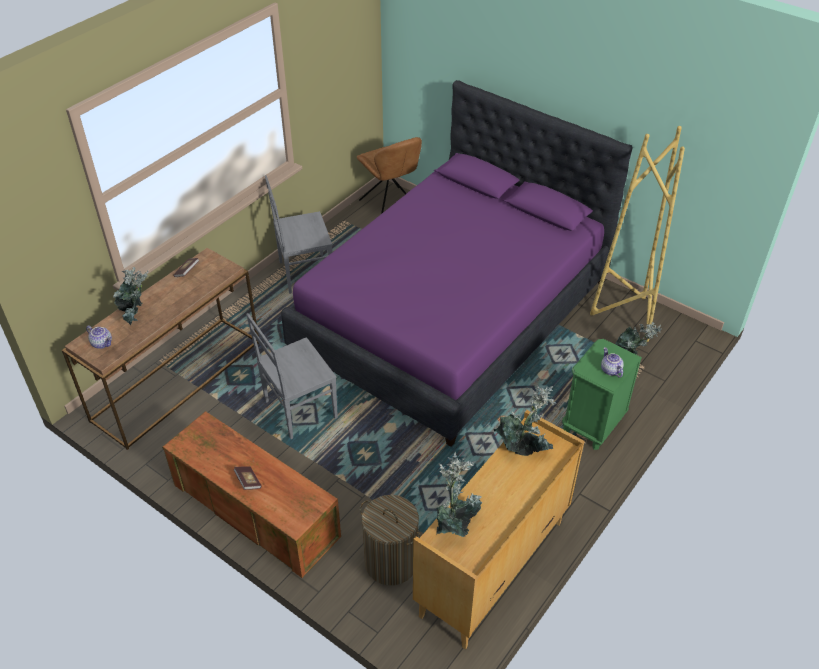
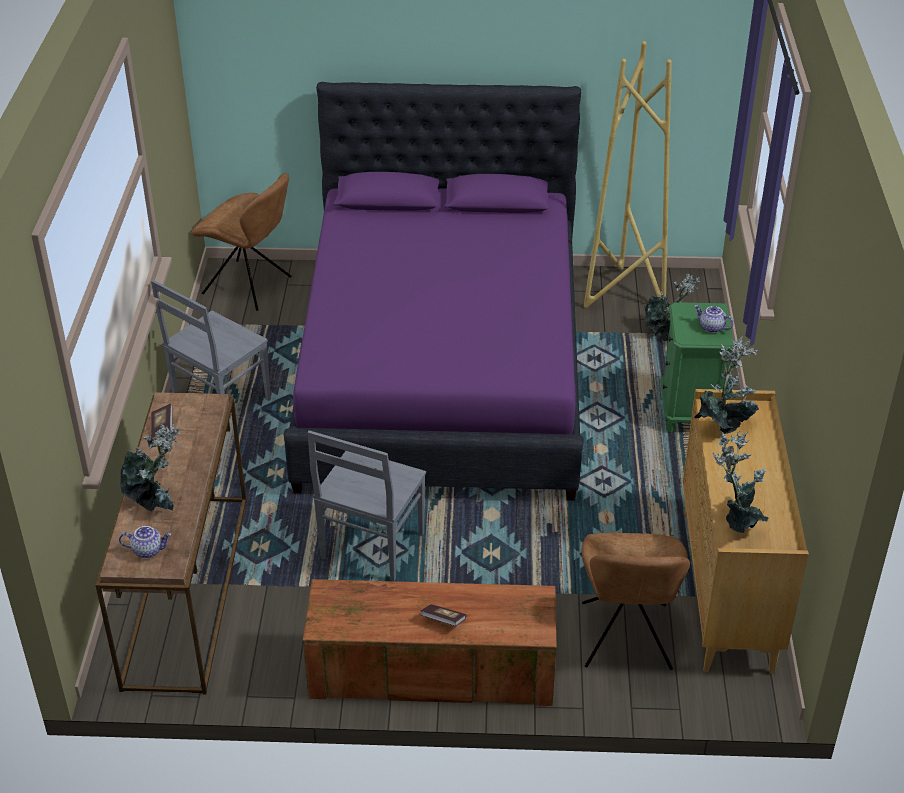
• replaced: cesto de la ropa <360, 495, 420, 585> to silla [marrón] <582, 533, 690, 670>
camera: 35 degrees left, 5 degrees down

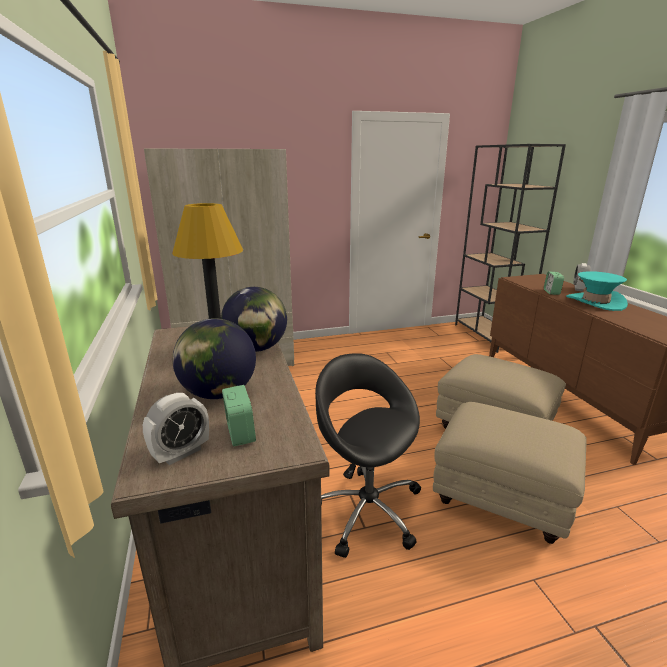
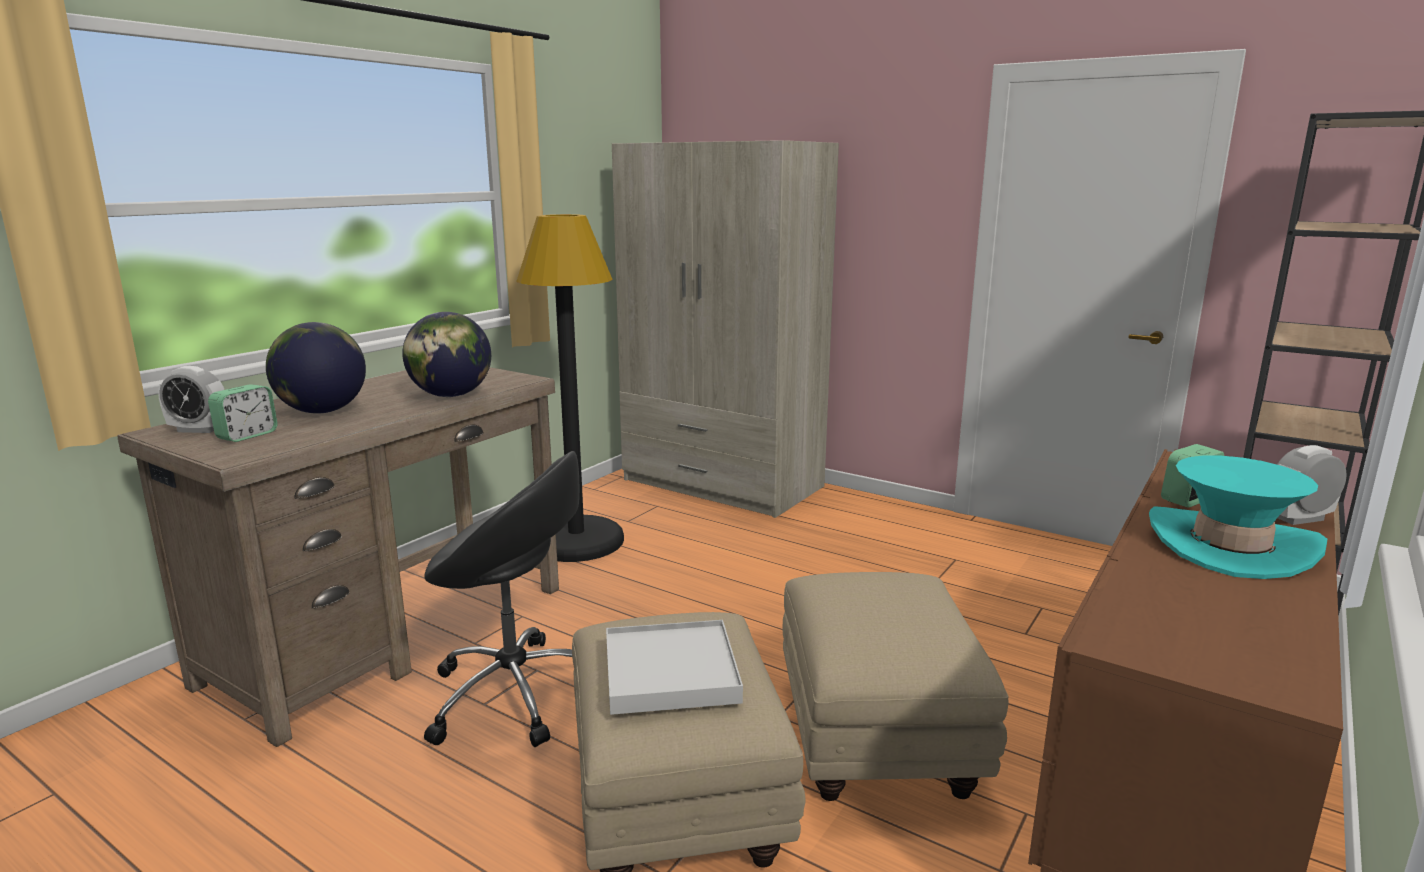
• turned: silla de oficina [negro] <315, 353, 421, 558> = <424, 451, 579, 747> 105 degrees clockwise
• added: bandeja [blanco] <606, 620, 743, 715>
camera: 50 degrees right, 5 degrees down

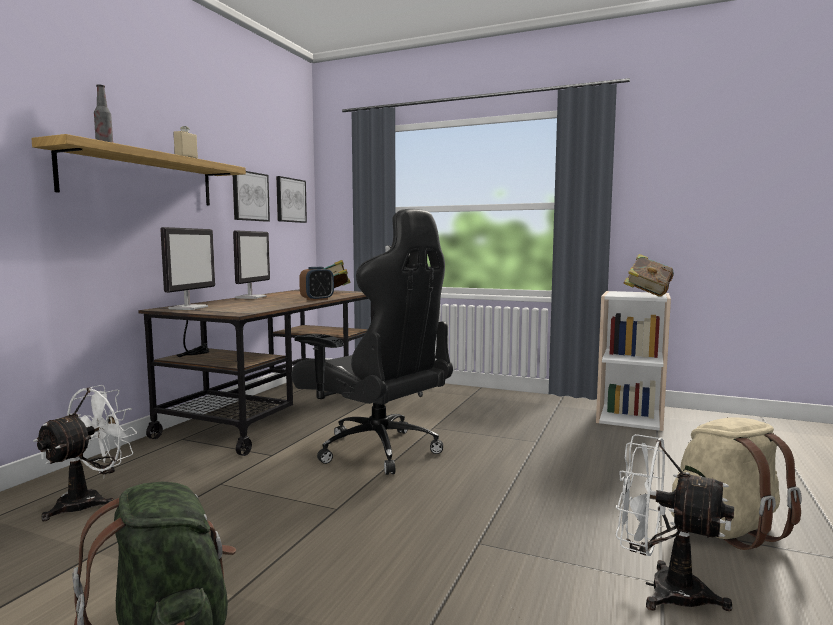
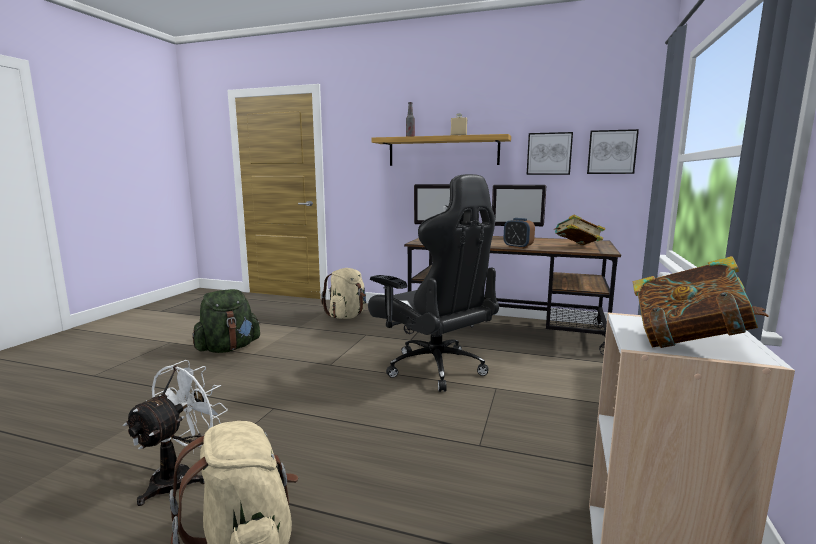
• replaced: ventilador [blanco] <33, 385, 138, 521> to mochila [beis] <321, 268, 366, 319>
• turned: silla de oficina [negro] <292, 209, 453, 475> = <368, 174, 499, 392> 75 degrees counterclockwise
camera: 85 degrees right, 5 degrees up

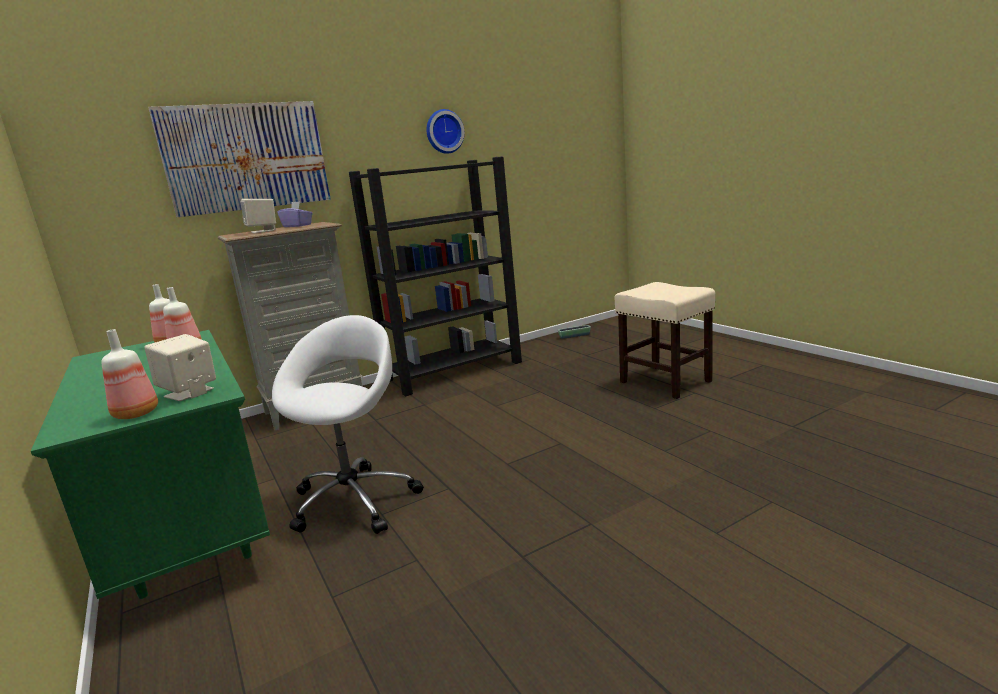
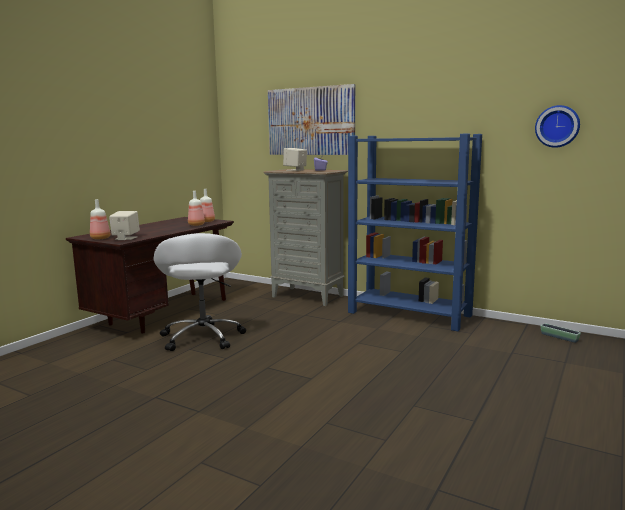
• recoloured: escritorio [verde] <31, 330, 270, 599> to escritorio [marrón] <66, 217, 234, 333>
• turned: silla de oficina [blanco] <272, 315, 424, 534> = <153, 233, 246, 351> 75 degrees clockwise
• recoloured: estantería [negro] <349, 156, 522, 396> to estantería [azul] <348, 134, 482, 331>
• moved: reloj de pared <426, 109, 465, 154> to <535, 105, 580, 148>
• removed: taburete [beis] <615, 282, 715, 399>
camera: 60 degrees right, 5 degrees down

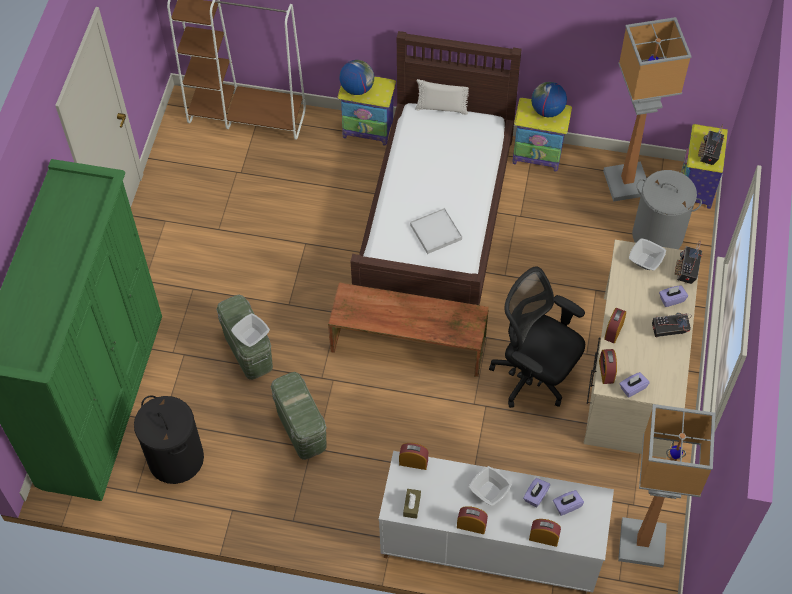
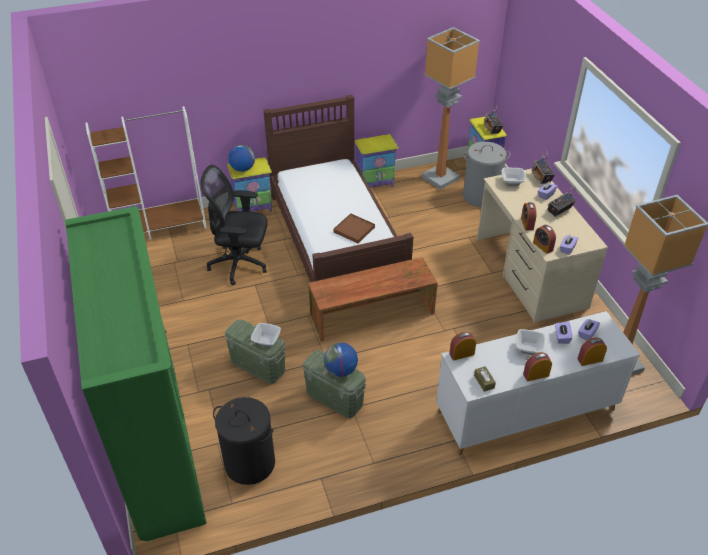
• moved: silla de oficina [negro] <489, 267, 585, 408> to <201, 165, 268, 285>
• moved: globo terráqueo <531, 82, 567, 117> to <324, 343, 358, 377>
• recoloured: bandeja [blanco] <410, 208, 462, 254> to bandeja [marrón] <333, 213, 375, 243>
• removed: cojín [blanco] <415, 79, 469, 115>
camera: 30 degrees left, 15 degrees down

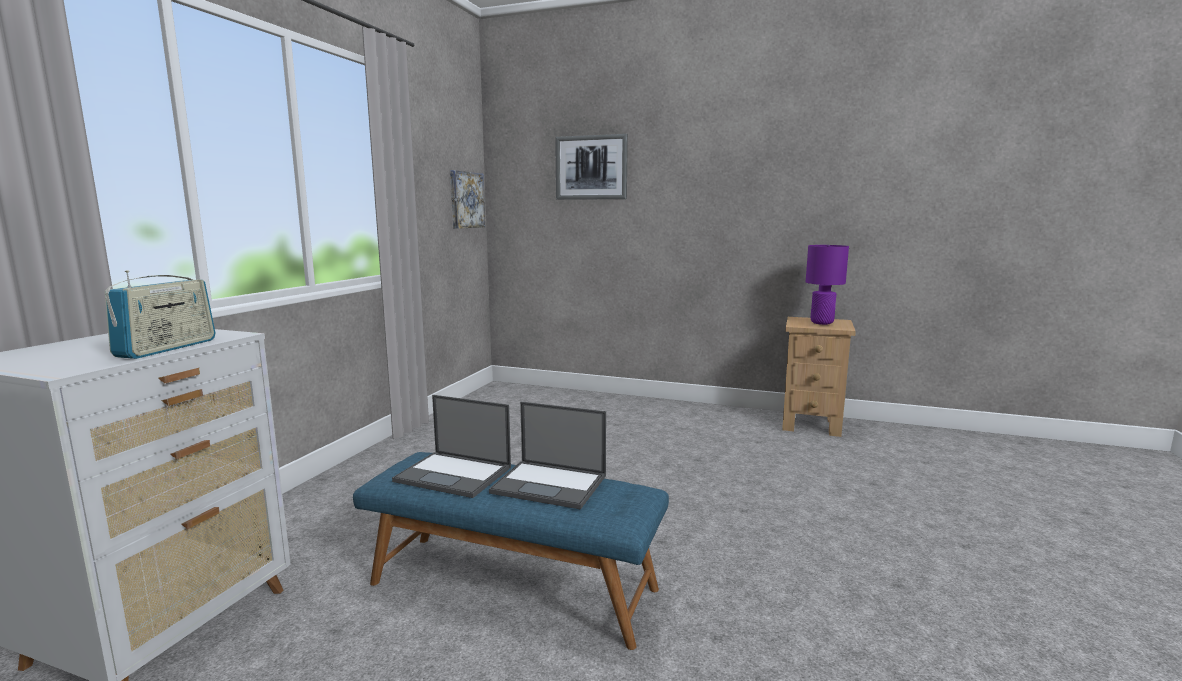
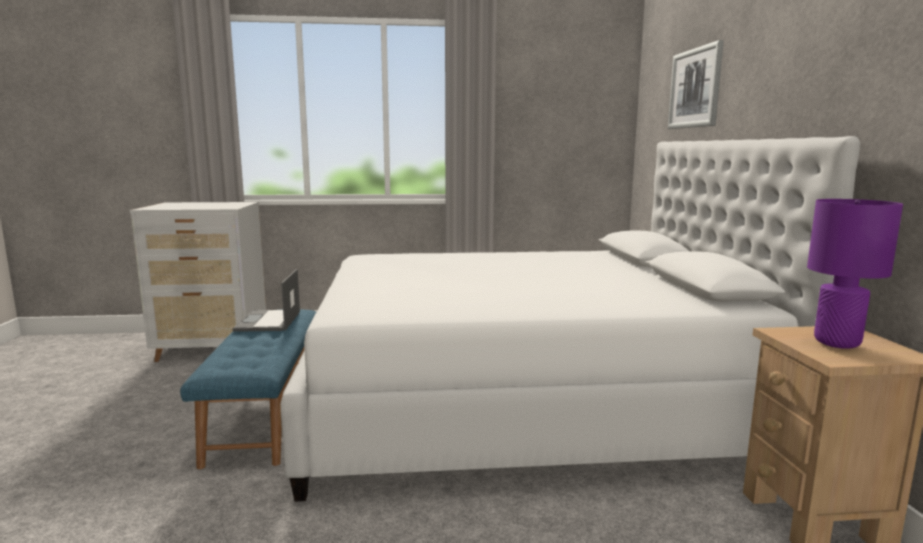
• added: cama [blanco] <280, 136, 860, 502>
• removed: radio <105, 270, 215, 359>
• removed: cuadro <450, 170, 485, 229>
• removed: portátil <489, 402, 606, 510>
camera: 65 degrees right, 0 degrees up

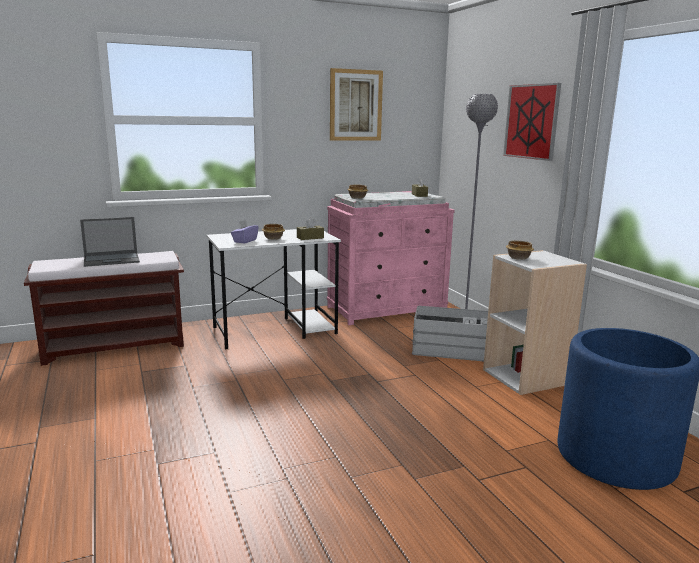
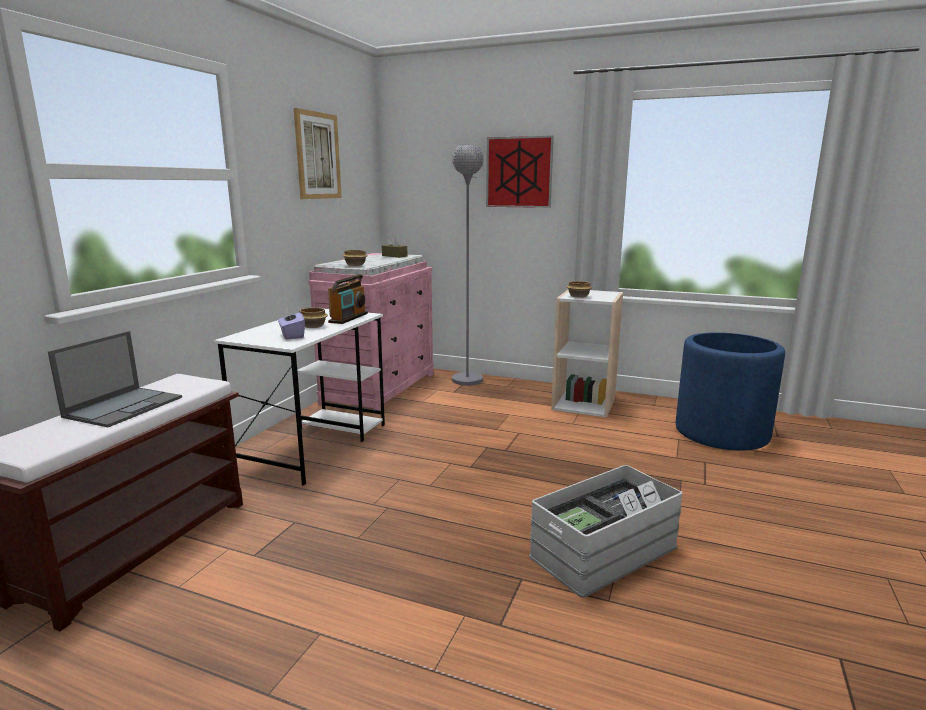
• replaced: caja de pañuelos [marrón] <297, 217, 324, 240> to radio <328, 274, 368, 324>
• moved: caja de almacenaje [gris] <412, 306, 488, 361> to <529, 465, 682, 597>
camera: 45 degrees left, 0 degrees up

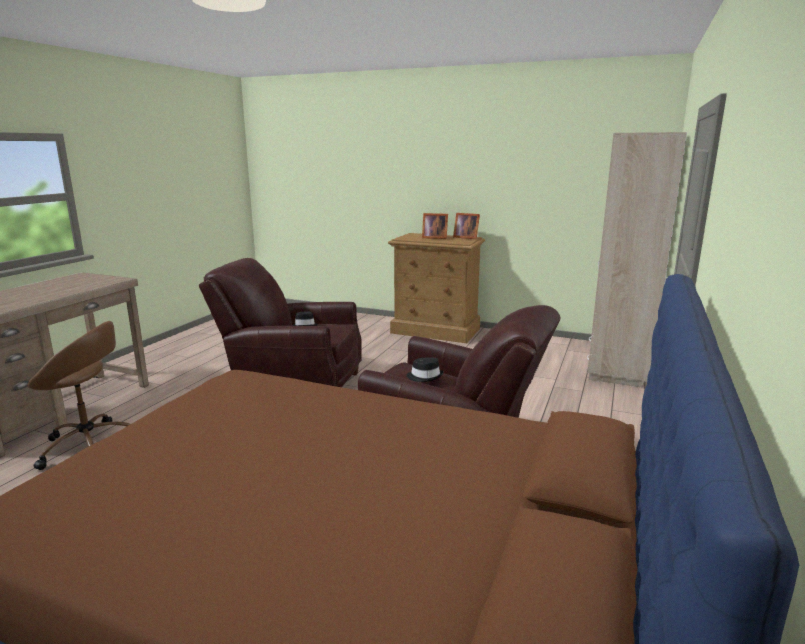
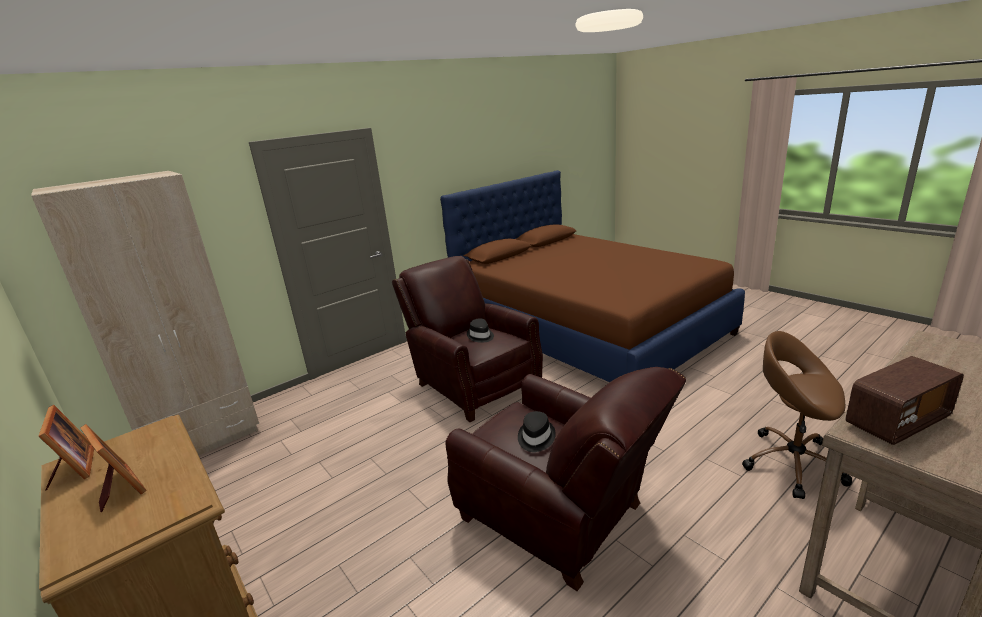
• added: radio <846, 356, 964, 445>
camera: 150 degrees left, 5 degrees up

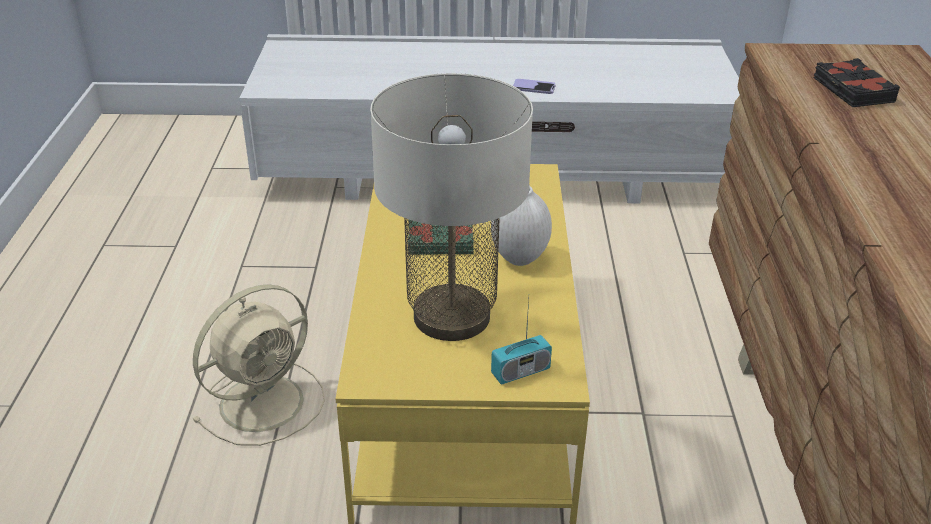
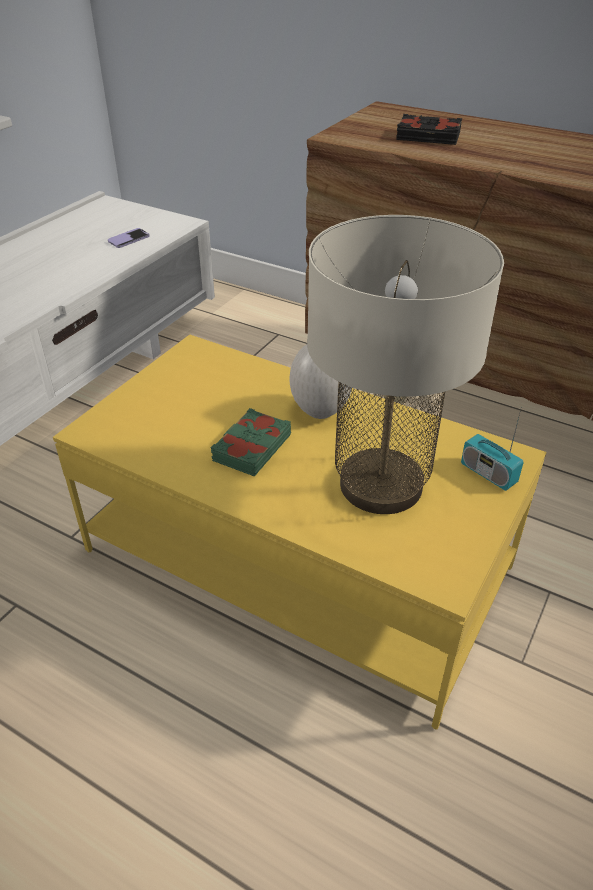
• moved: móvil <513, 79, 556, 94> to <108, 228, 150, 248>
• turned: radio <491, 299, 552, 384> = <461, 410, 524, 491> 135 degrees clockwise
• removed: ventilador [beis] <193, 284, 325, 446>
camera: 60 degrees left, 5 degrees up

